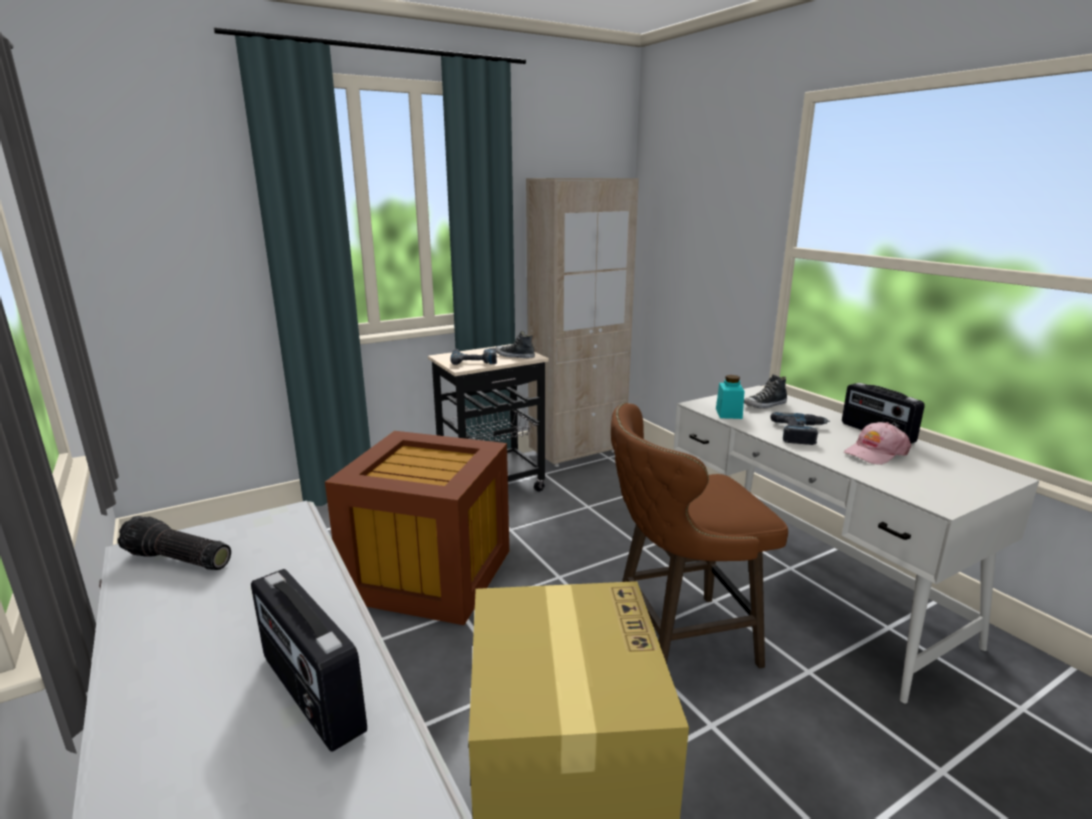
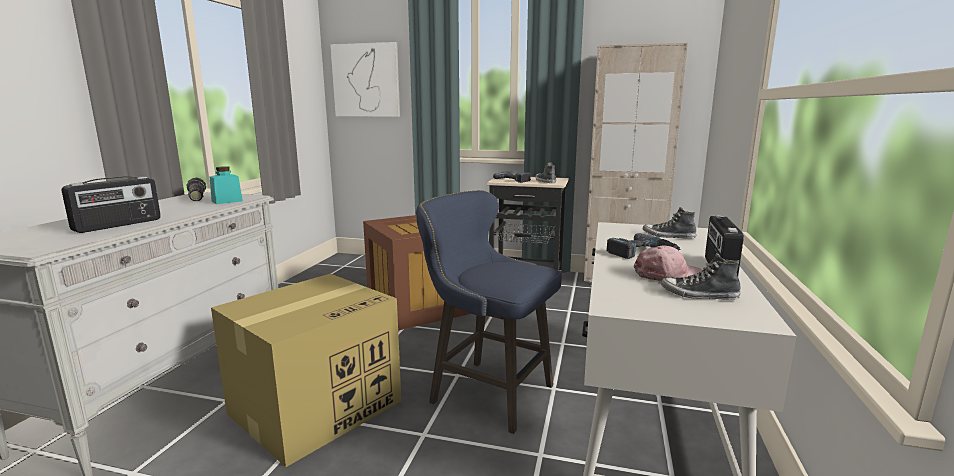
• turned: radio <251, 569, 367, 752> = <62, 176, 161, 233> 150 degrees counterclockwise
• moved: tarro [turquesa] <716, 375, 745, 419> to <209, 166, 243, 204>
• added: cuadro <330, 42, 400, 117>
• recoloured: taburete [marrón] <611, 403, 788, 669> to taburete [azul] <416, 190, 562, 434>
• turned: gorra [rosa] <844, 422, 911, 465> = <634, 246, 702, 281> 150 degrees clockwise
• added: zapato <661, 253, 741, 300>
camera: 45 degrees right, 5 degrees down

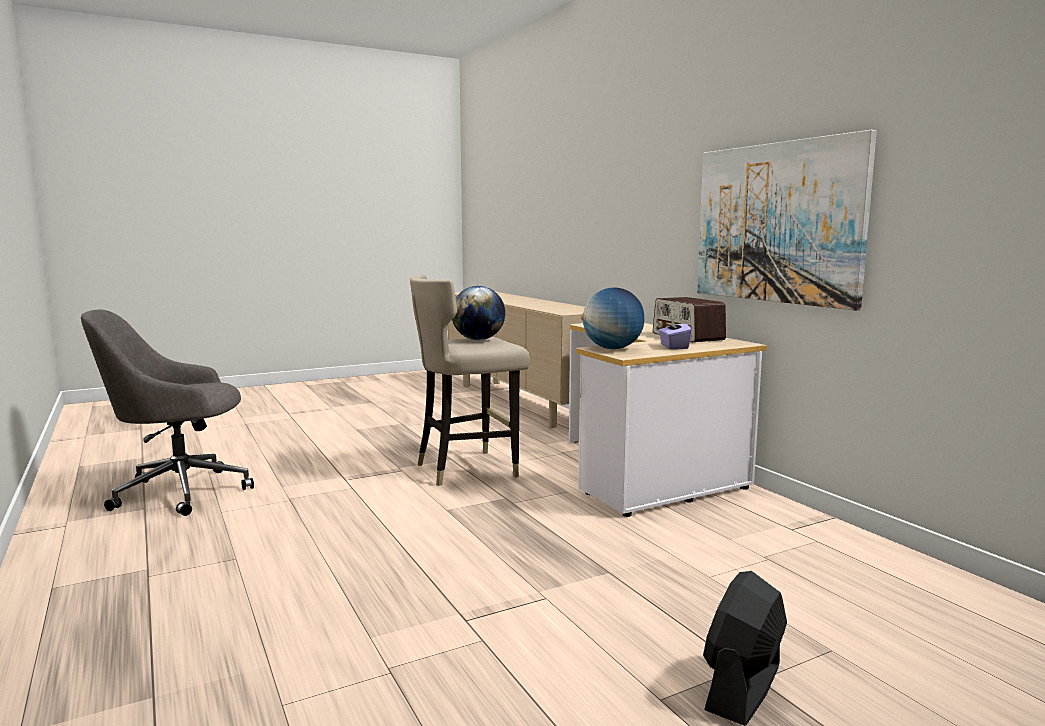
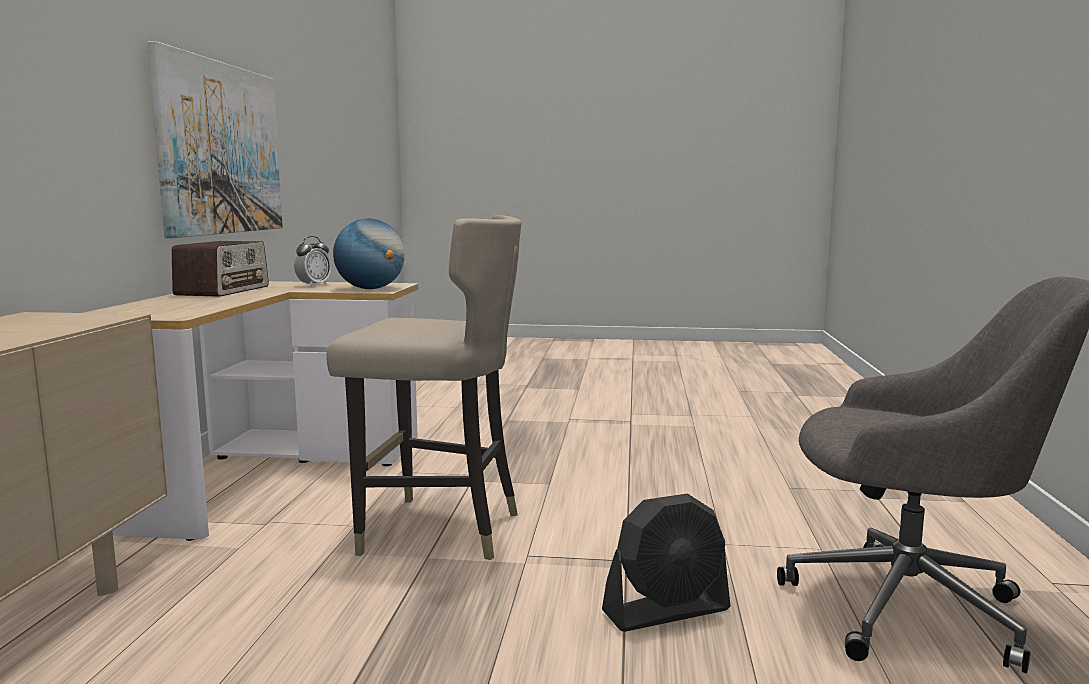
• replaced: caja de pañuelos [morado] <658, 317, 692, 349> to despertador <294, 236, 332, 287>
• moved: ventilador [negro] <703, 571, 787, 726> to <602, 493, 731, 632>
• removed: globo terráqueo <452, 286, 505, 340>
camera: 145 degrees left, 0 degrees up

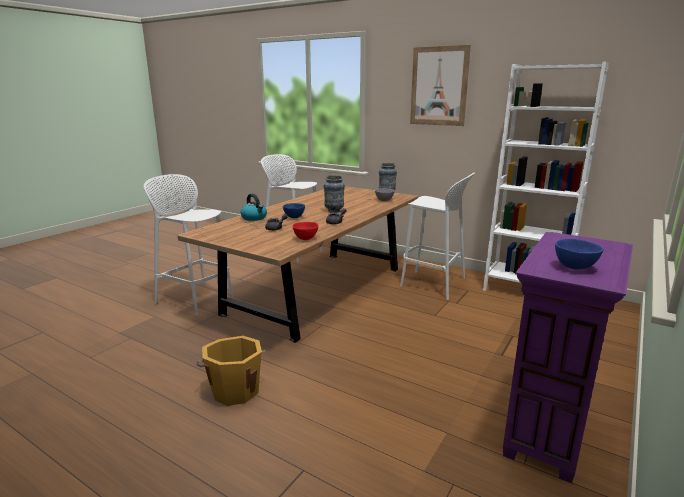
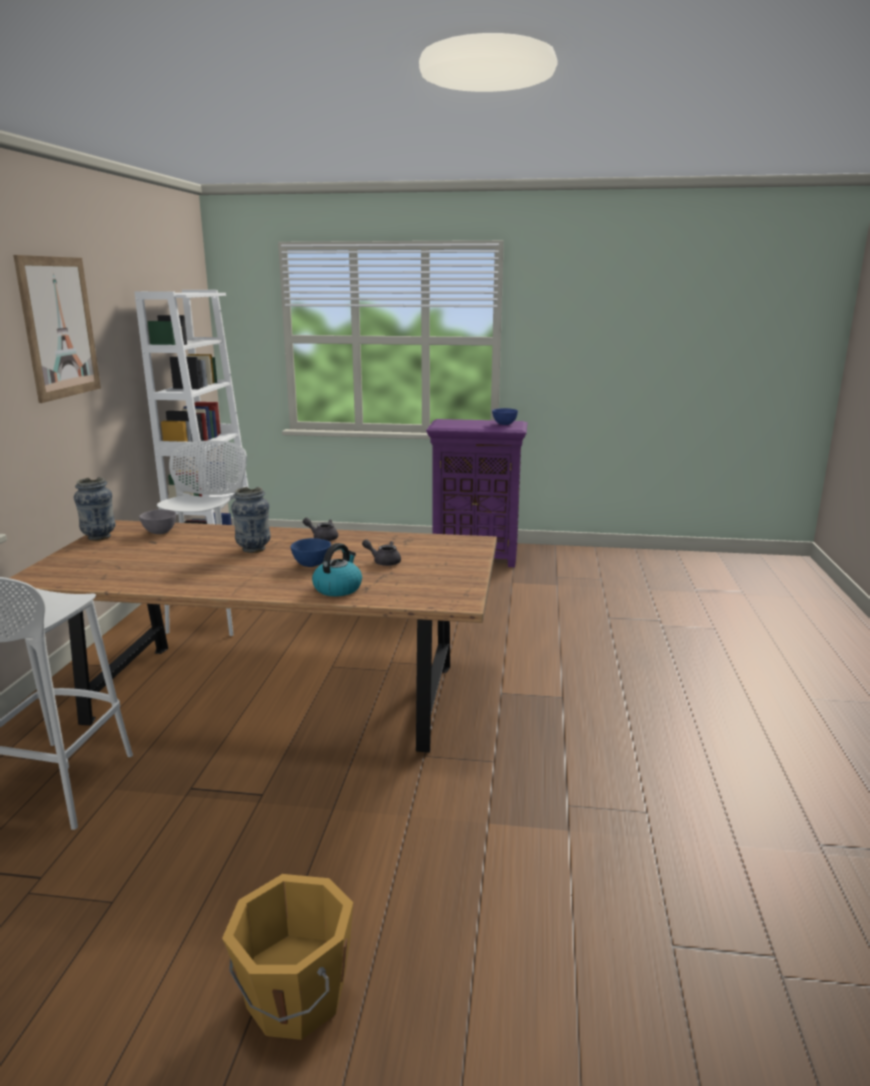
• moved: cubo [naranja] <196, 336, 267, 406> to <222, 874, 353, 1040>
• removed: taburete [blanco] <144, 174, 234, 315>
• removed: cuenco [rojo] <292, 222, 319, 240>
camera: 115 degrees left, 0 degrees up

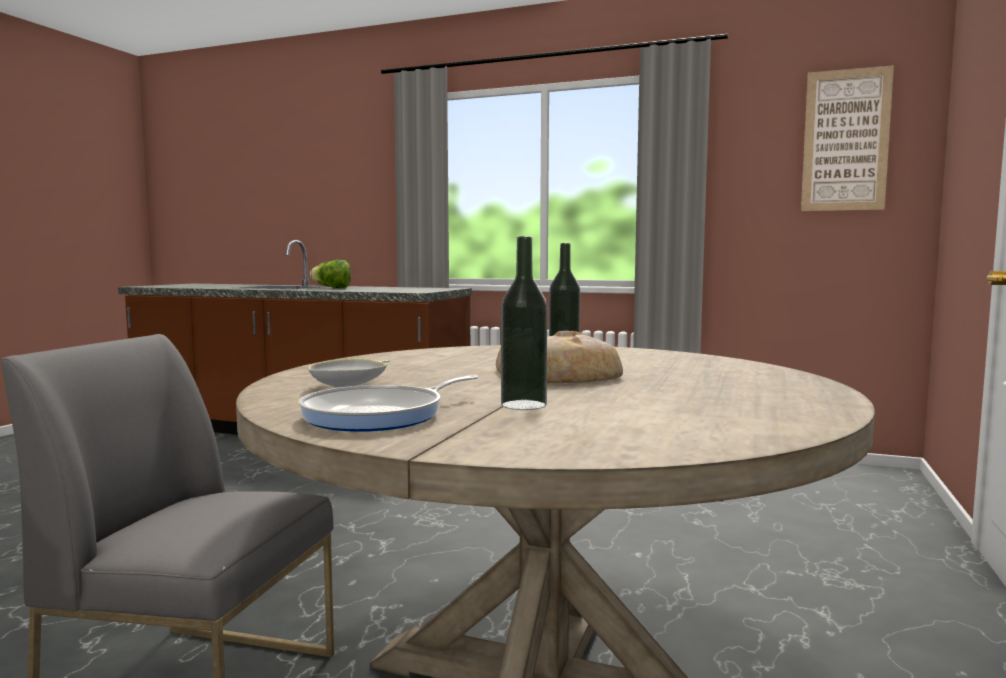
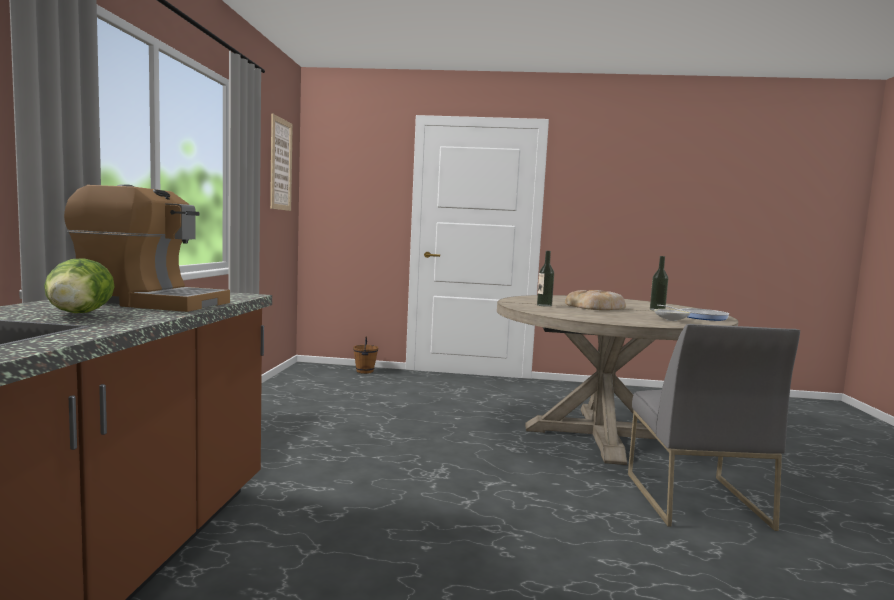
• added: cafetera <64, 184, 230, 312>
• added: cubo [marrón] <353, 336, 378, 374>
camera: 105 degrees left, 0 degrees up

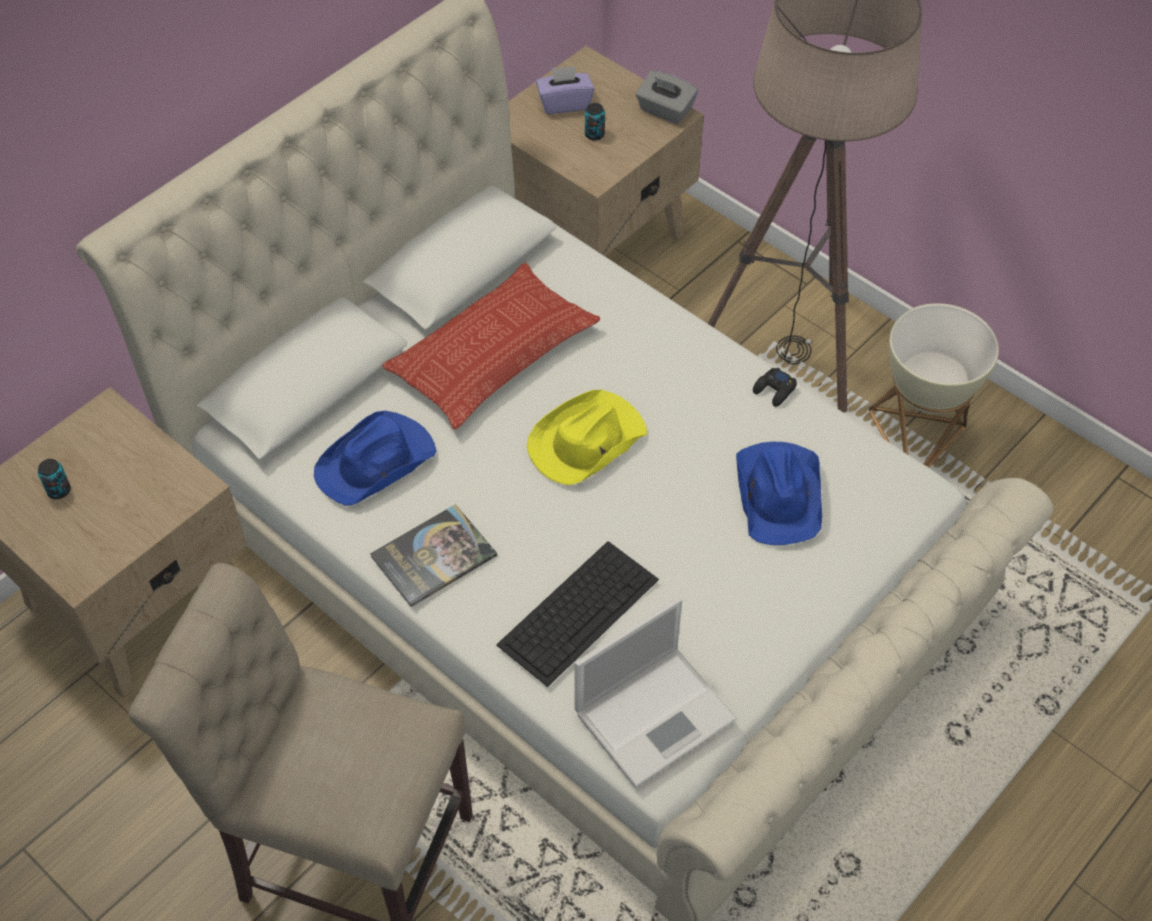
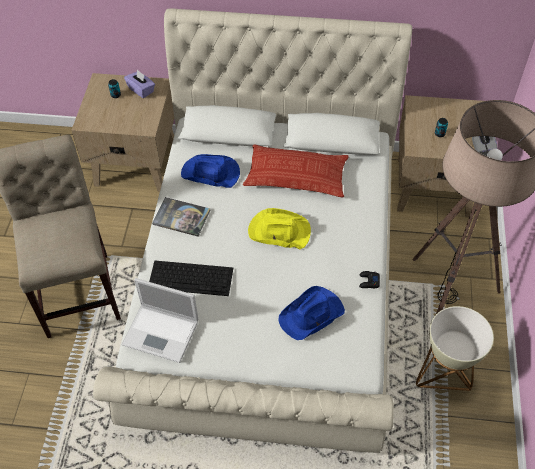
• moved: caja de pañuelos [morado] <536, 66, 594, 114> to <124, 70, 155, 98>
camera: 55 degrees right, 0 degrees up

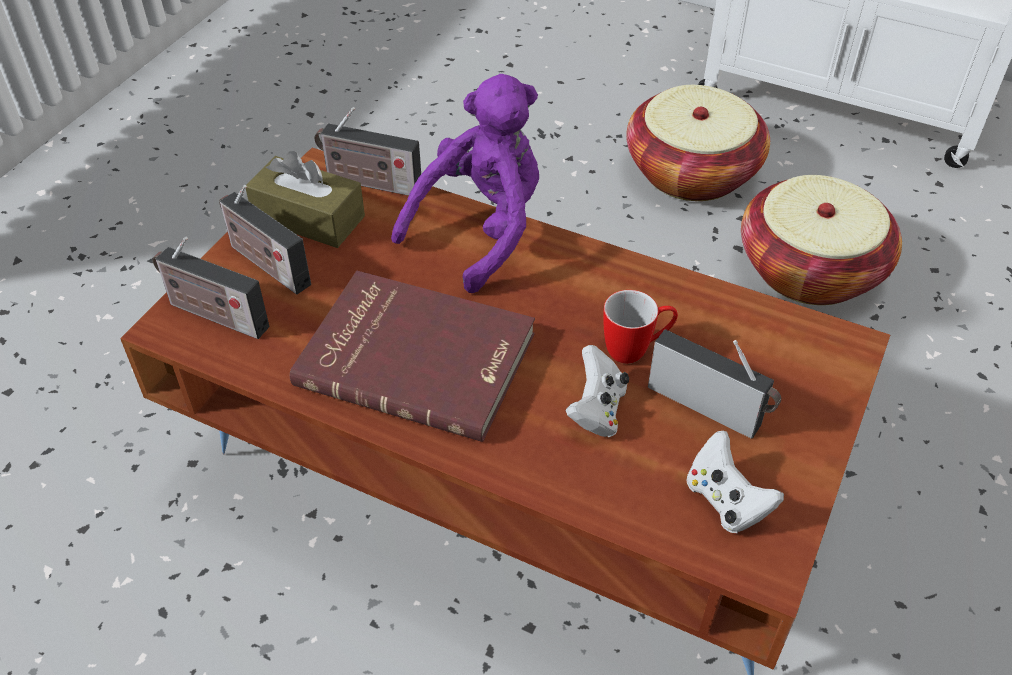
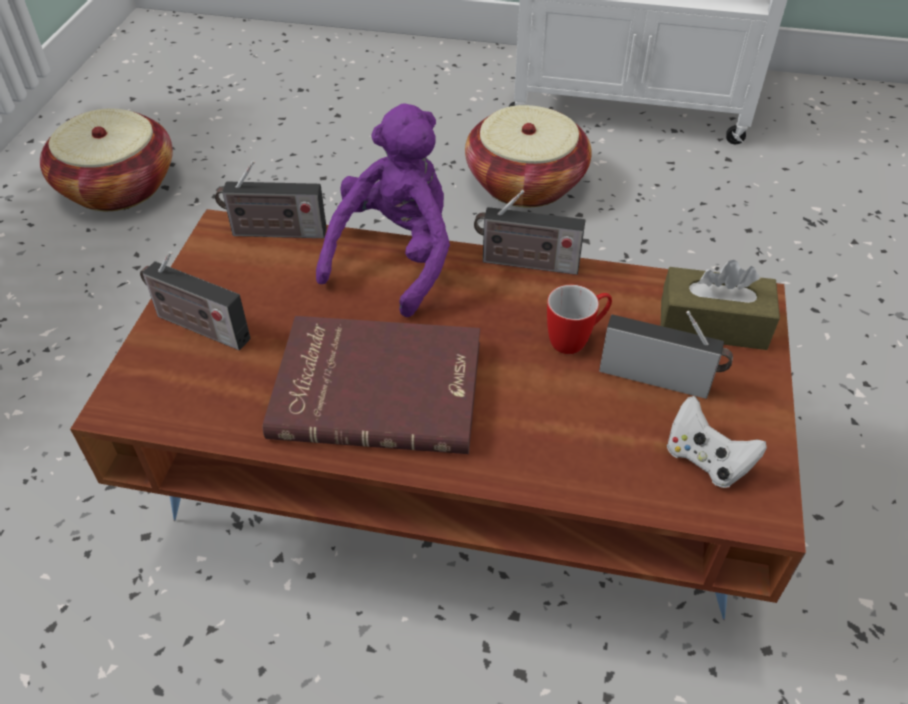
• moved: cesta <741, 175, 902, 305> to <40, 109, 173, 211>
• moved: radio <152, 237, 270, 339> to <474, 190, 586, 275>
• moved: caja de pañuelos [marrón] <246, 151, 365, 248> to <661, 260, 780, 350>
• removed: mando de consola [blanco] <565, 345, 629, 437>
camera: 15 degrees left, 0 degrees up

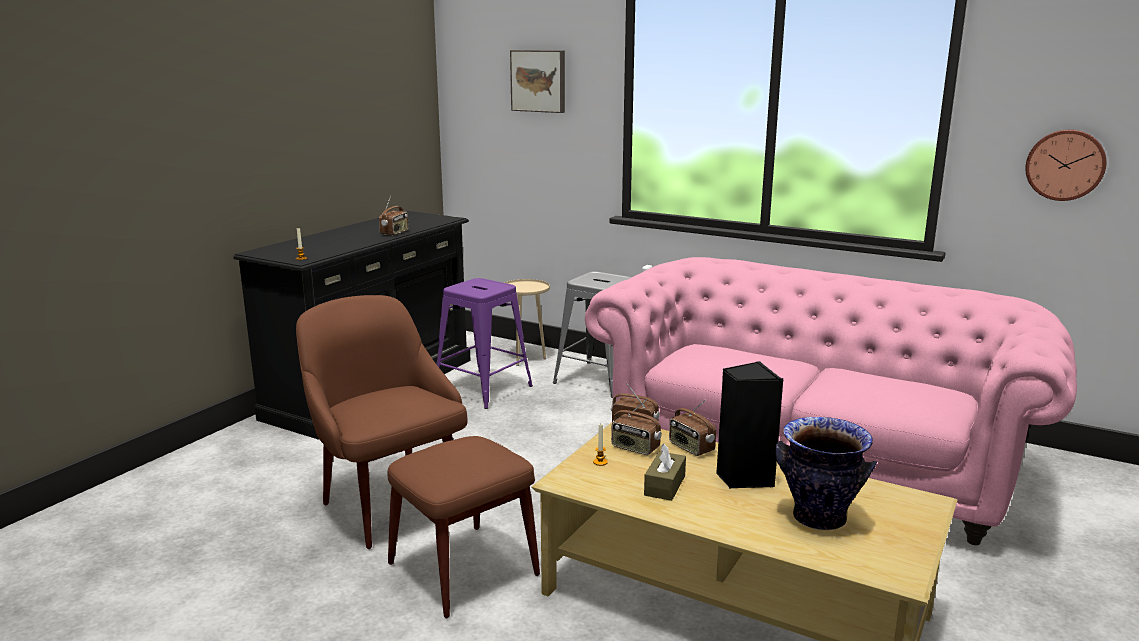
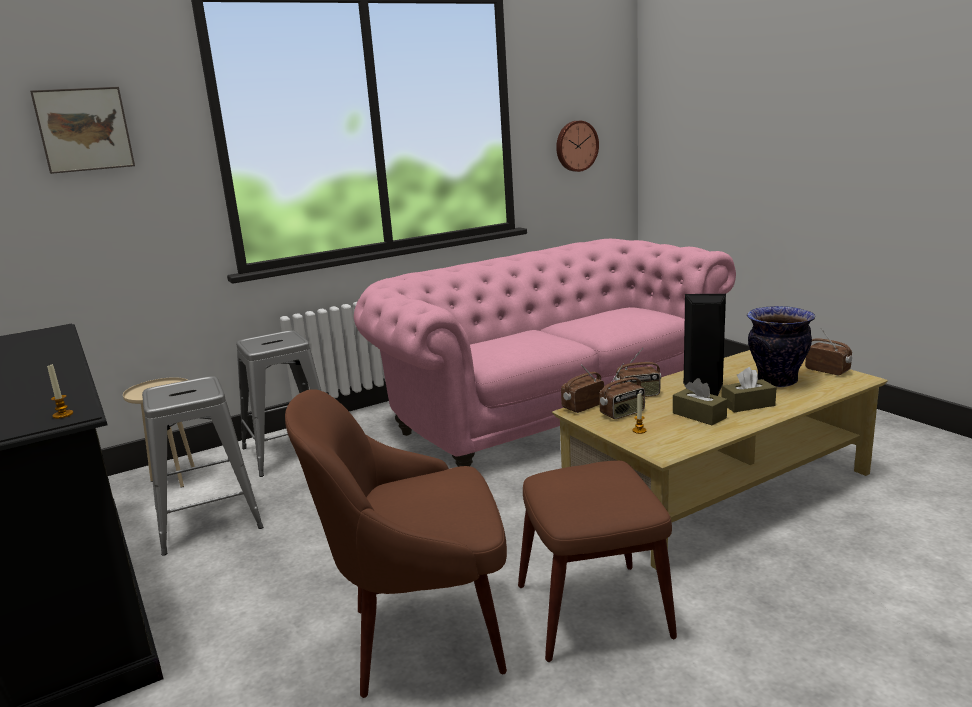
• recoloured: taburete [morado] <437, 278, 533, 409> to taburete [gris] <142, 376, 263, 556>
• added: caja de pañuelos [marrón] <721, 367, 776, 412>
• moved: radio <379, 195, 409, 236> to <805, 328, 852, 376>
camera: 60 degrees left, 0 degrees up

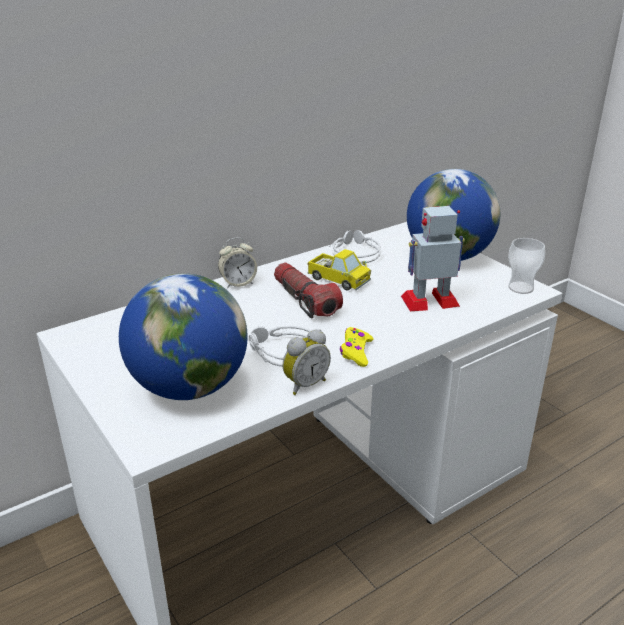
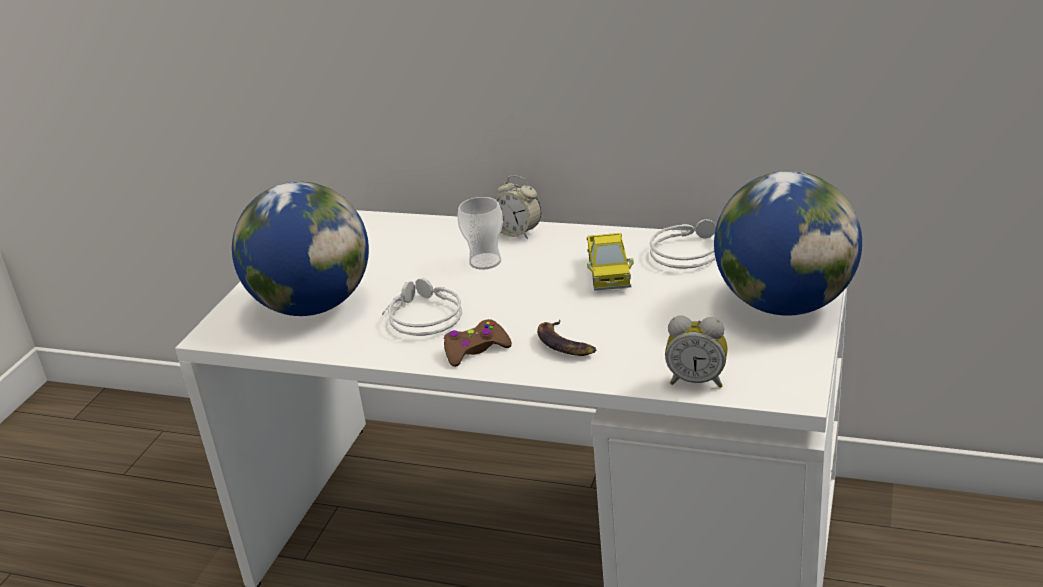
• recoloured: mando de consola [amarillo] <340, 327, 374, 367> to mando de consola [marrón] <444, 319, 512, 367>
• moved: taza <508, 238, 545, 294> to <457, 197, 503, 270>
• added: plátano <537, 320, 597, 356>
• moved: despertador <283, 329, 331, 395> to <665, 315, 728, 388>
• removed: linterna <274, 262, 343, 319>
• removed: robot de juguete <401, 206, 465, 311>
camera: 55 degrees right, 0 degrees up

